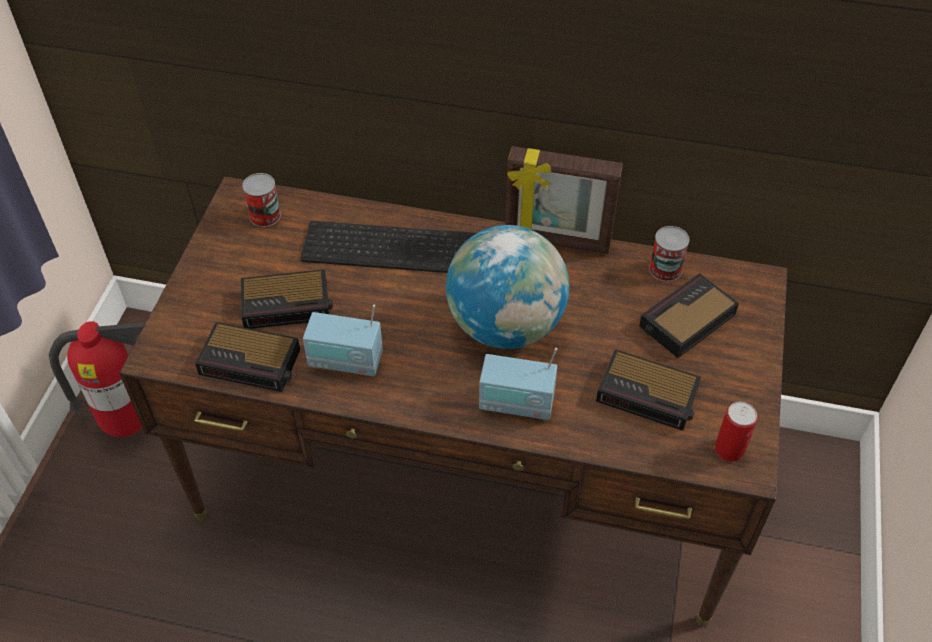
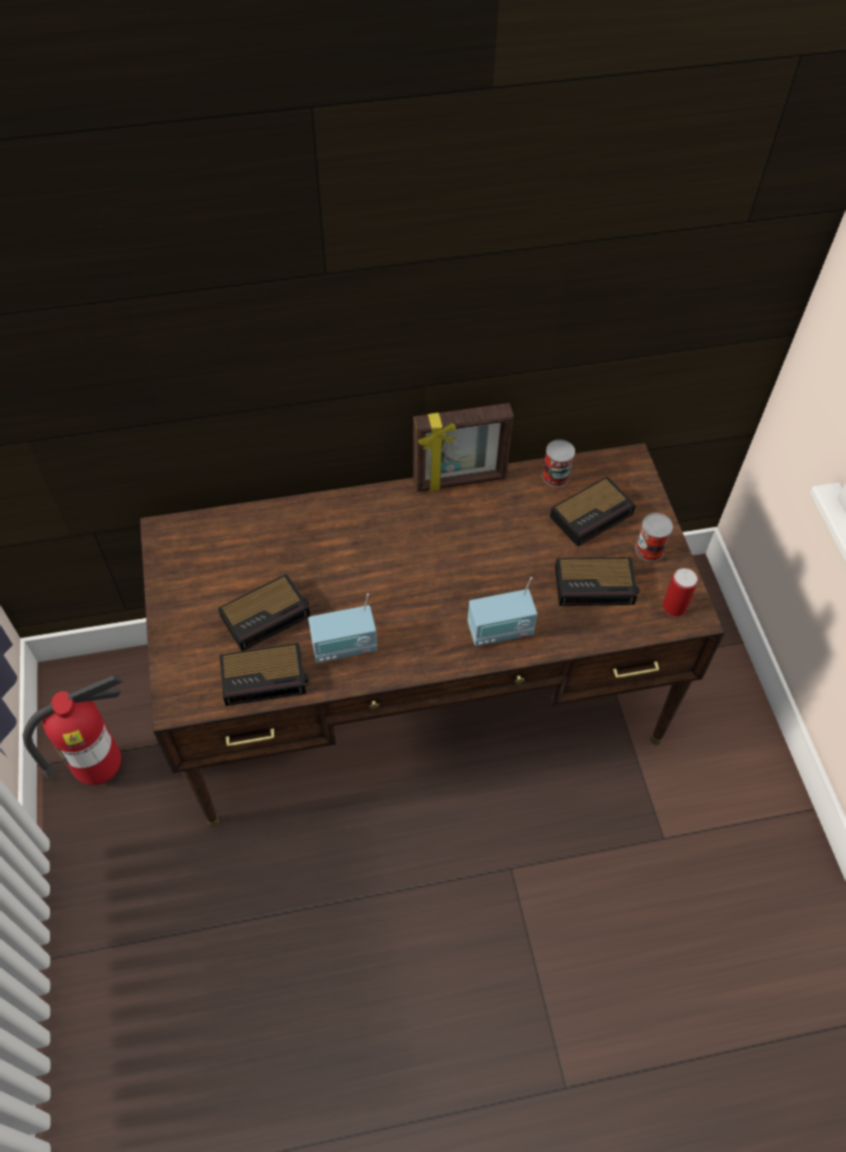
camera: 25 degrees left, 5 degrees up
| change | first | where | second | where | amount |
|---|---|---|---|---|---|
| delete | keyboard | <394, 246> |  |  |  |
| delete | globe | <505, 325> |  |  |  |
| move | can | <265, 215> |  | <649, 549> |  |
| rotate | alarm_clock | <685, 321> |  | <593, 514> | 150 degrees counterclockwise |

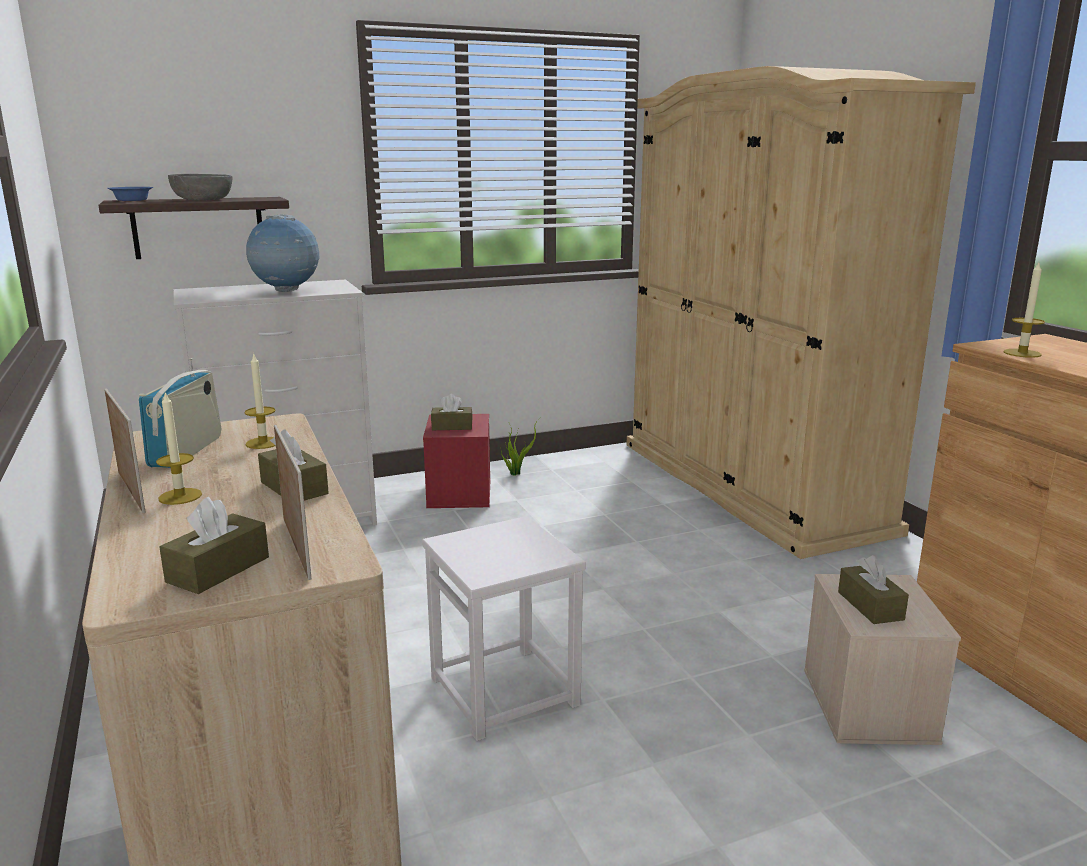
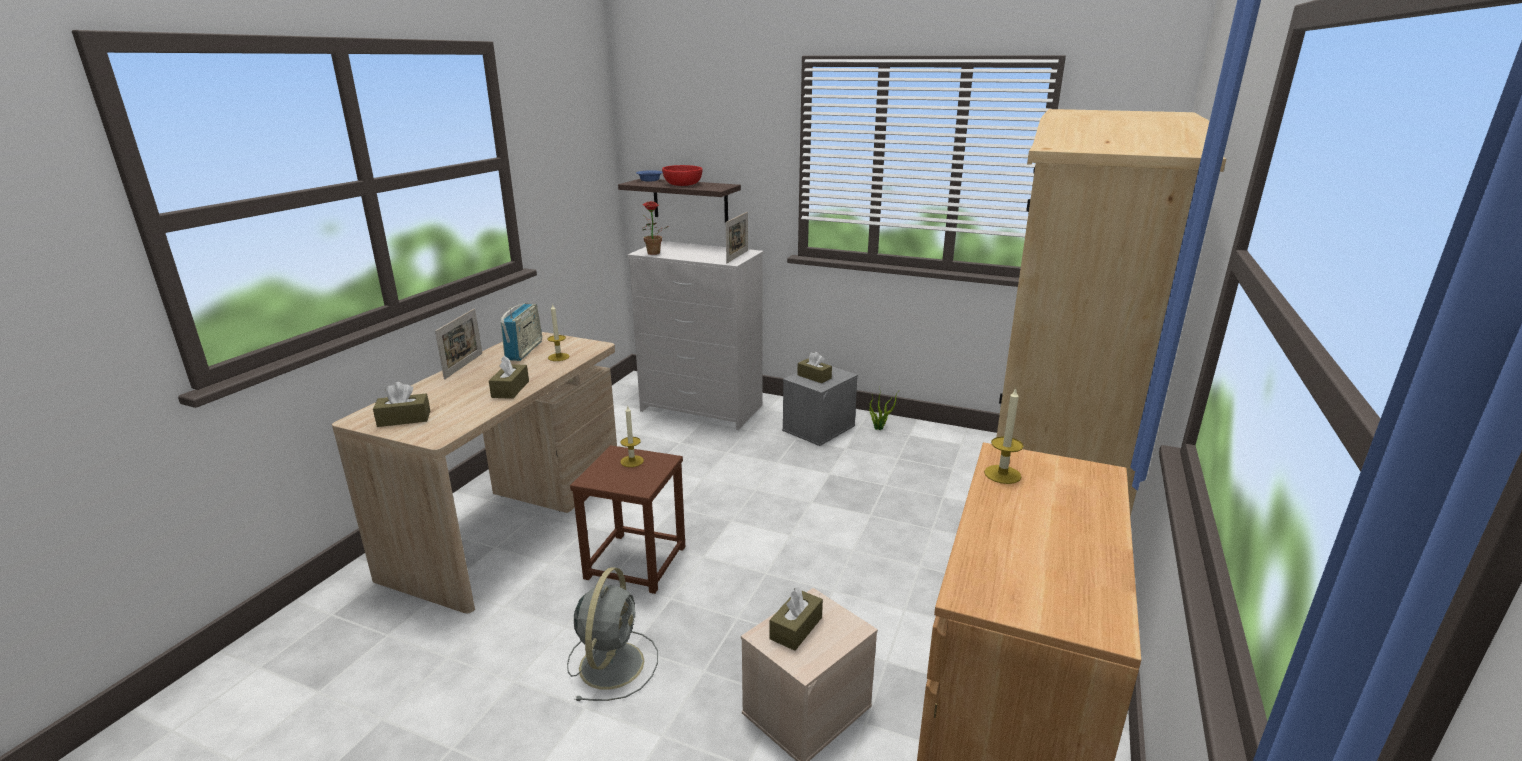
camera: 45 degrees right, 5 degrees up
| change | first | where | second | where | amount |
|---|---|---|---|---|---|
| delete | globe | <286, 291> |  |  |  |
| insert |  |  | grey_fan | <612, 662> |  |
| insert |  |  | potted_plant | <654, 254> |  |
| move | candle | <180, 496> |  | <632, 461> |  |
| move | picture_frame | <296, 547> |  | <737, 256> |  |
| recolor | grey_bowl | <203, 199> | red_bowl | <683, 184> |  |
| recolor | white_stool | <505, 691> | brown_stool | <636, 562> |  |
| recolor | red_storage_box | <458, 492> | grey_storage_box | <818, 427> |  |
| rotate | radio | <186, 451> |  | <524, 350> | 135 degrees clockwise |

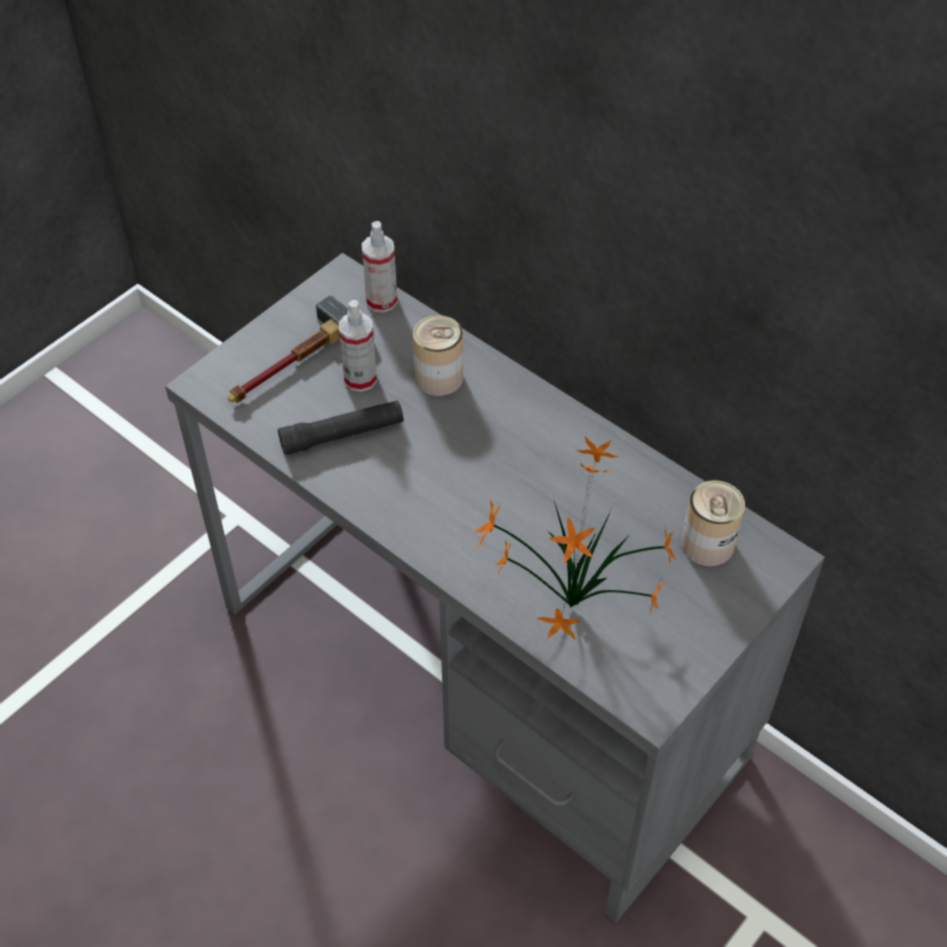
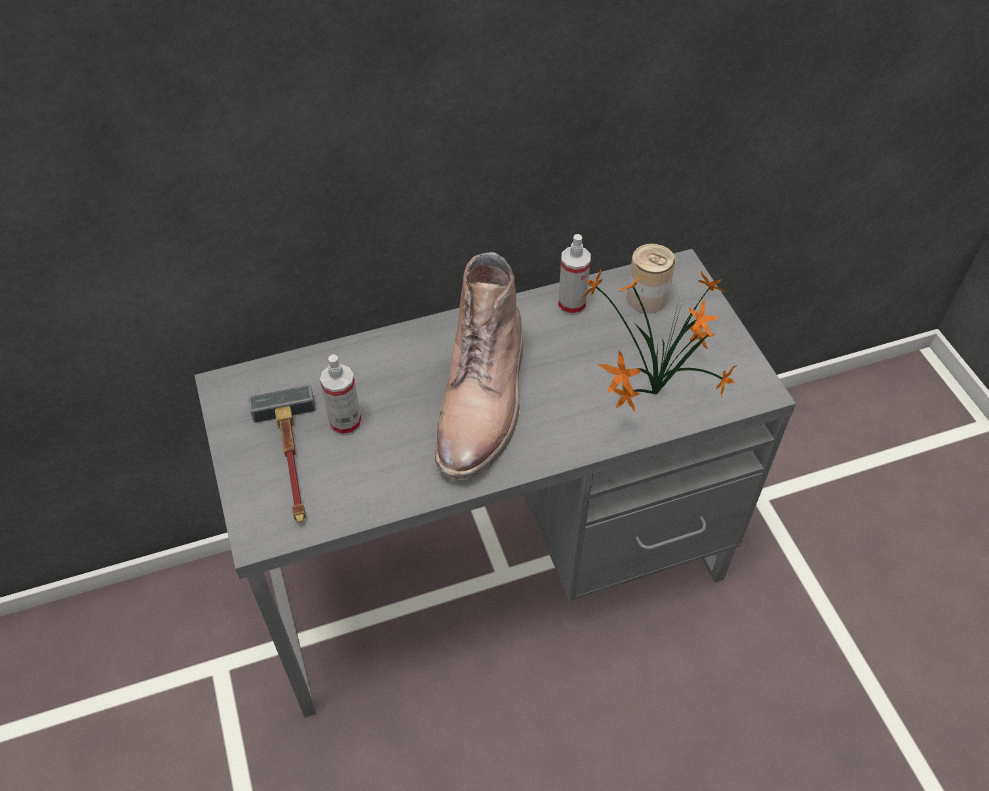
camera: 60 degrees left, 0 degrees up
| change | first | where | second | where | amount |
|---|---|---|---|---|---|
| delete | black_flashlight | <342, 435> |  |  |  |
| delete | can | <439, 377> |  |  |  |
| insert |  |  | brown_boot | <483, 403> |  |
| move | spray_bottle | <381, 301> |  | <571, 304> |  |

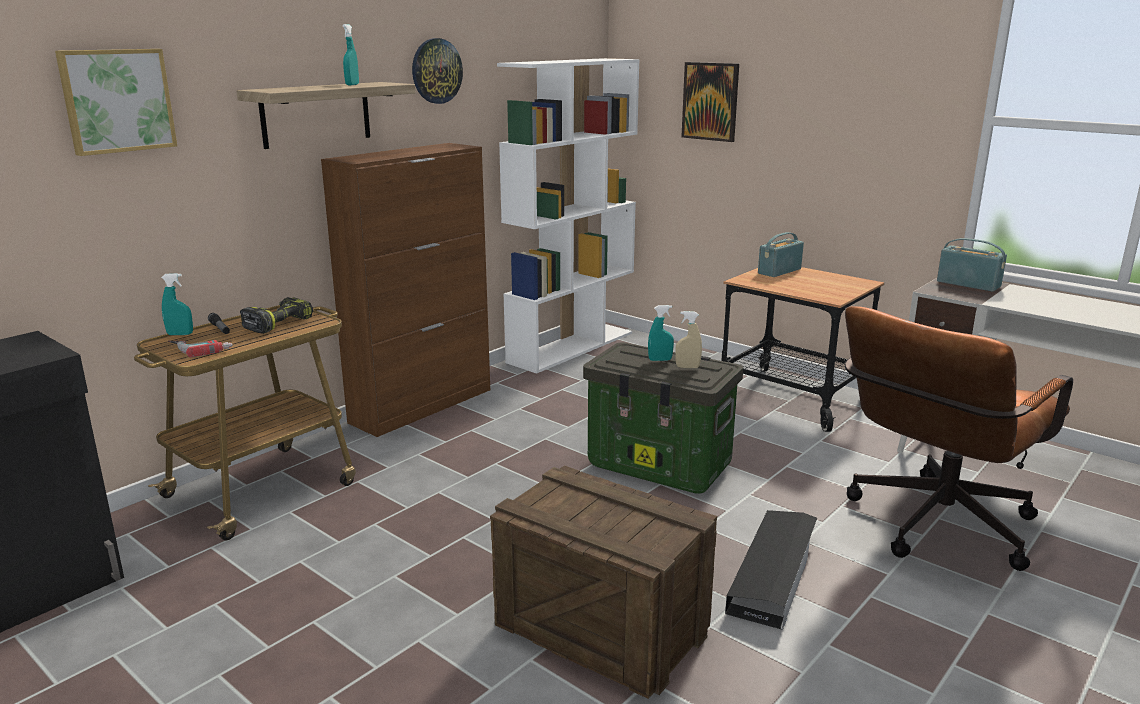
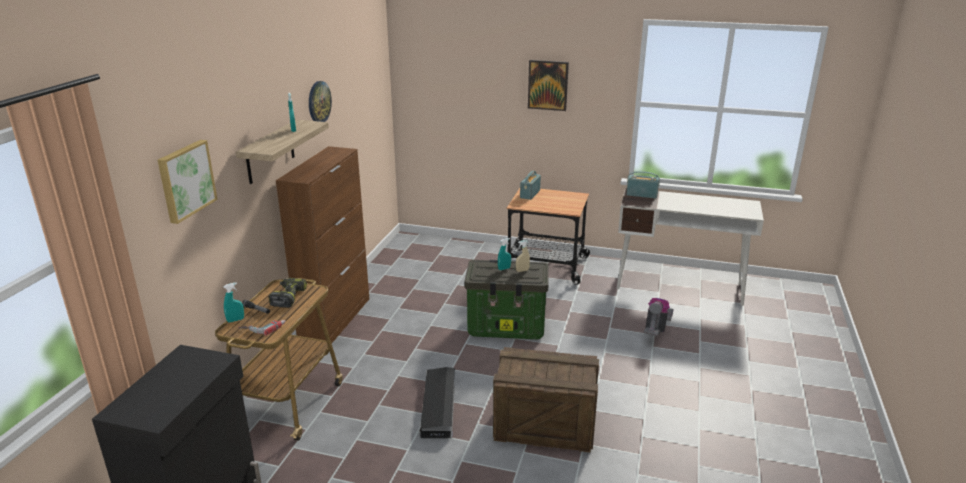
camera: 25 degrees left, 5 degrees up
| change | first | where | second | where | amount |
|---|---|---|---|---|---|
| delete | white_bookcase | <571, 347> |  |  |  |
| move | picture | <710, 101> |  | <548, 85> |  |
| move | black_storage_box | <773, 573> |  | <439, 406> |  |
| replace | brown_office_chair | <932, 528> | vacuum_cleaner | <656, 329> |  |

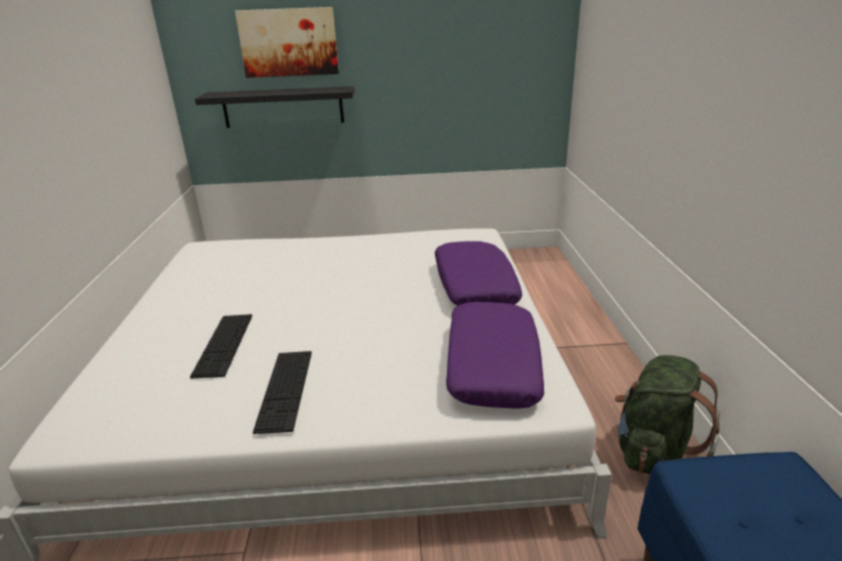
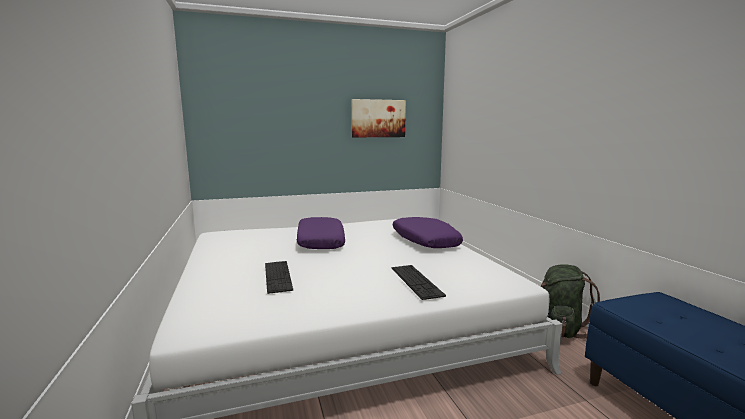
camera: 15 degrees left, 15 degrees down
| change | first | where | second | where | amount |
|---|---|---|---|---|---|
| delete | black_shelf | <283, 107> |  |  |  |
| move | picture | <289, 42> |  | <378, 118> |  |
| move | keyboard | <285, 389> |  | <416, 281> |  |
| move | purple_pillow | <491, 365> |  | <320, 241> |  |

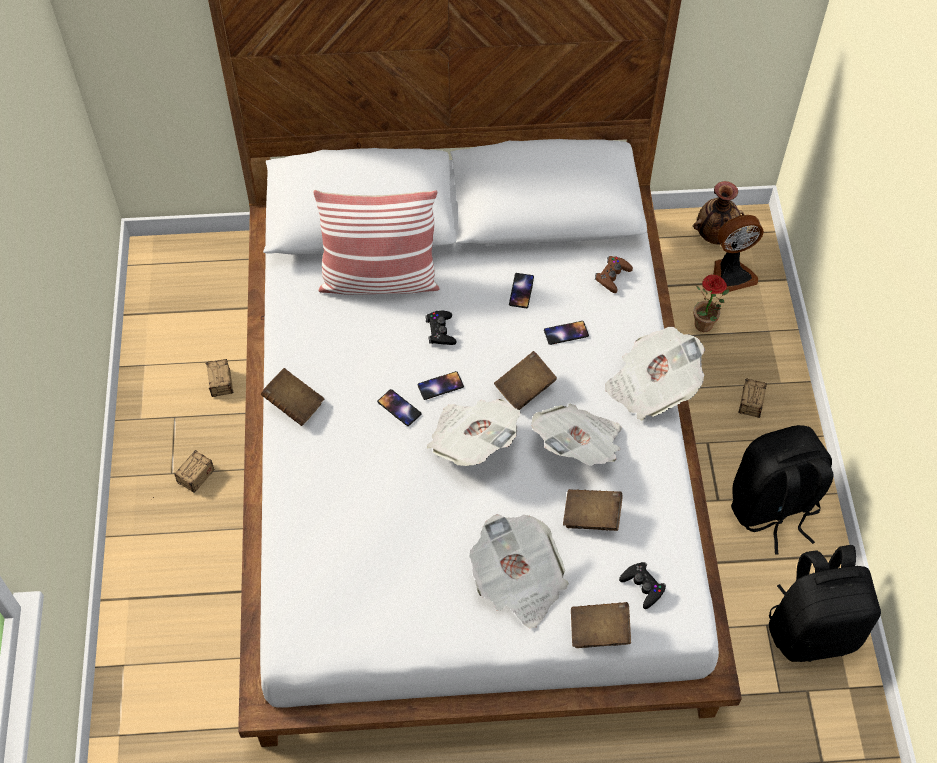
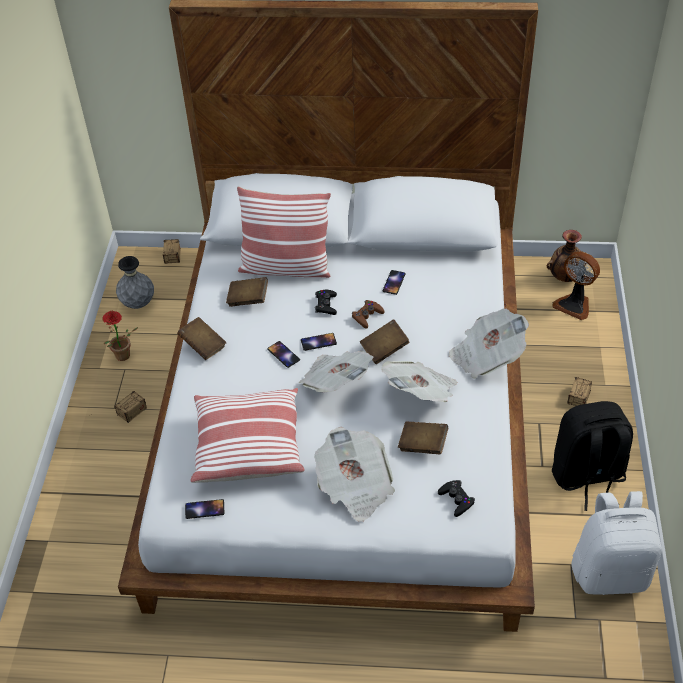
camera: 10 degrees right, 10 degrees down
| change | first | where | second | where | amount |
|---|---|---|---|---|---|
| insert |  |  | grey_vase | <138, 303> |  |
| insert |  |  | pillow | <248, 446> |  |
| move | storage_box | <223, 400> |  | <172, 266> |  |
| move | phone | <566, 333> |  | <204, 509> |  |
| move | brown_book | <599, 631> |  | <248, 299> |  |
| move | brown_game_controller | <612, 276> |  | <367, 316> |  |
| move | potted_plant | <705, 328> |  | <123, 358> |  |
| recolor | black_backpack | <813, 629> | white_backpack | <610, 572> |  |
| rotate | fan | <731, 274> |  | <574, 304> | 45 degrees clockwise |

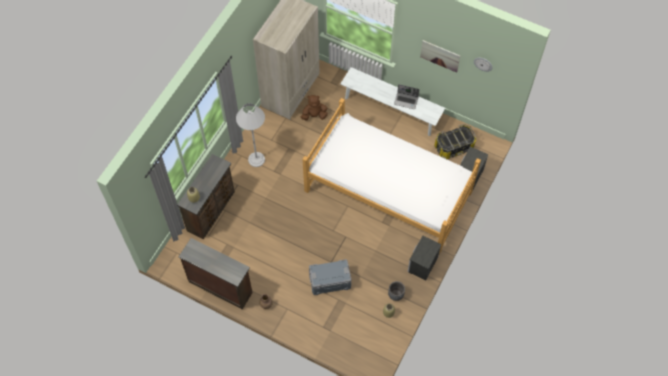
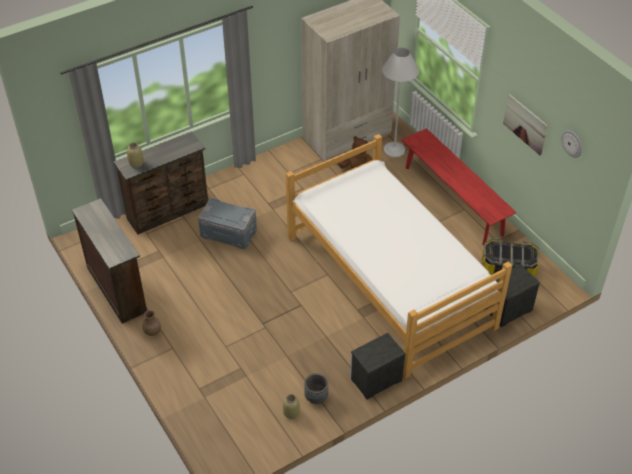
camera: 30 degrees right, 15 degrees down
| change | first | where | second | where | amount |
|---|---|---|---|---|---|
| delete | laptop | <406, 101> |  |  |  |
| move | white_floor_lamp | <256, 159> |  | <394, 150> |  |
| move | grey_storage_box | <330, 281> |  | <228, 233> |  |
| recolor | white_bench | <391, 110> | red_bench | <453, 200> |  |

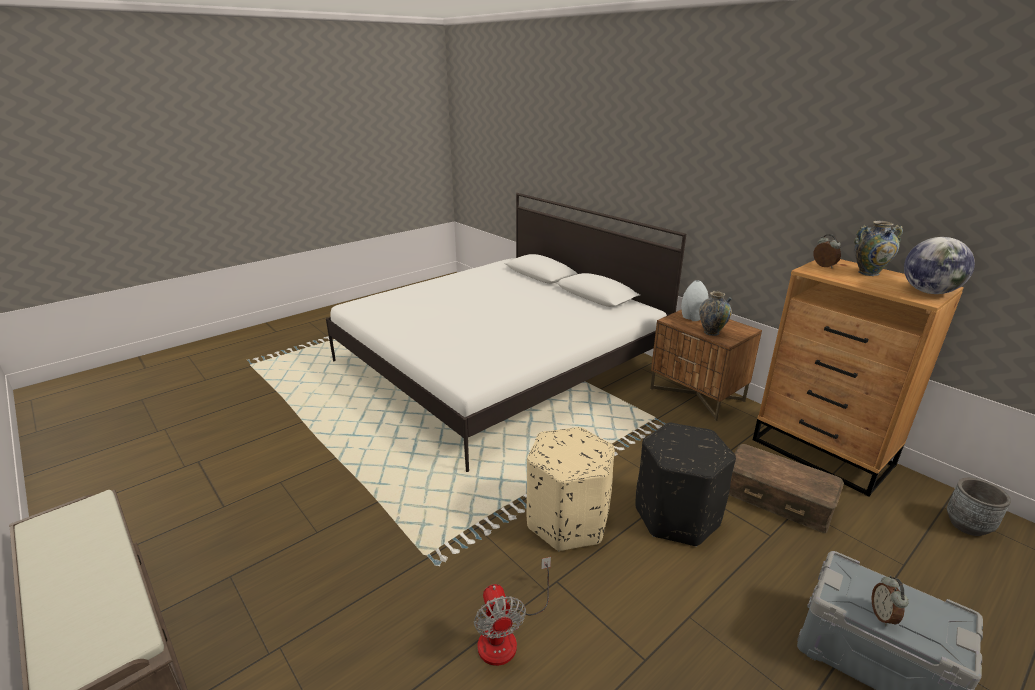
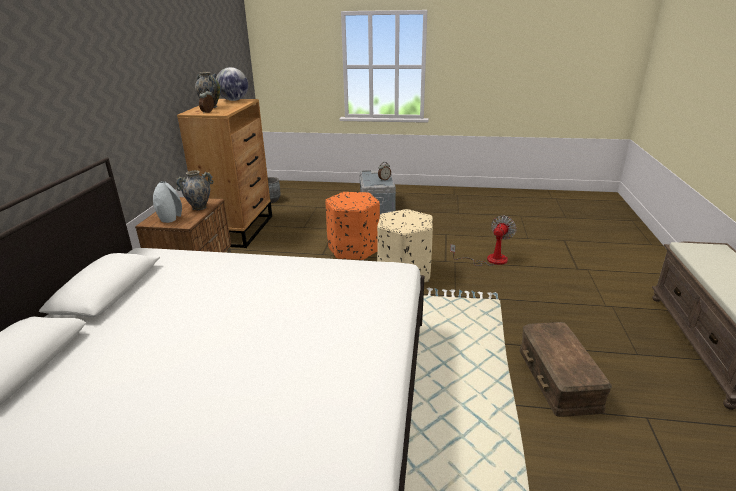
camera: 130 degrees left, 0 degrees up
| change | first | where | second | where | amount |
|---|---|---|---|---|---|
| move | brown_storage_box | <777, 497> |  | <557, 378> |  |
| recolor | black_ottoman | <677, 516> | orange_ottoman | <354, 249> |  |

